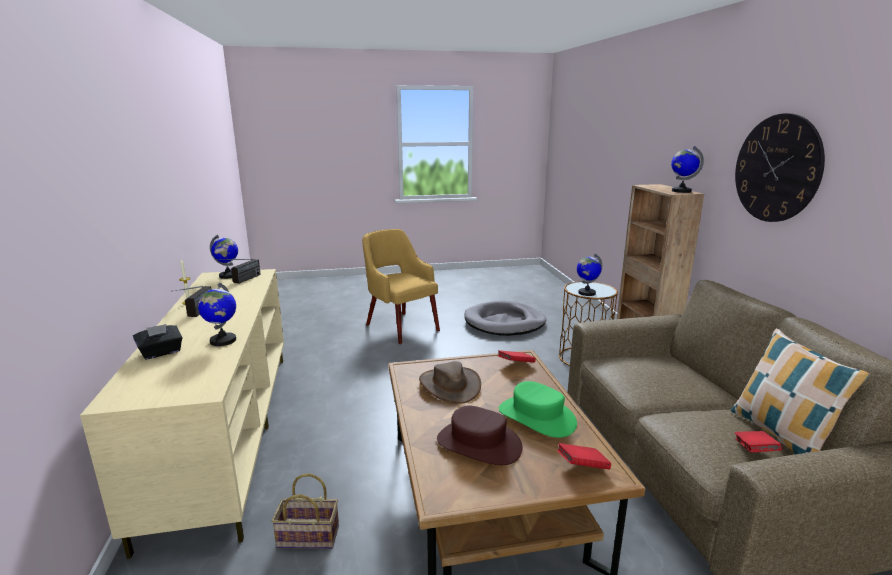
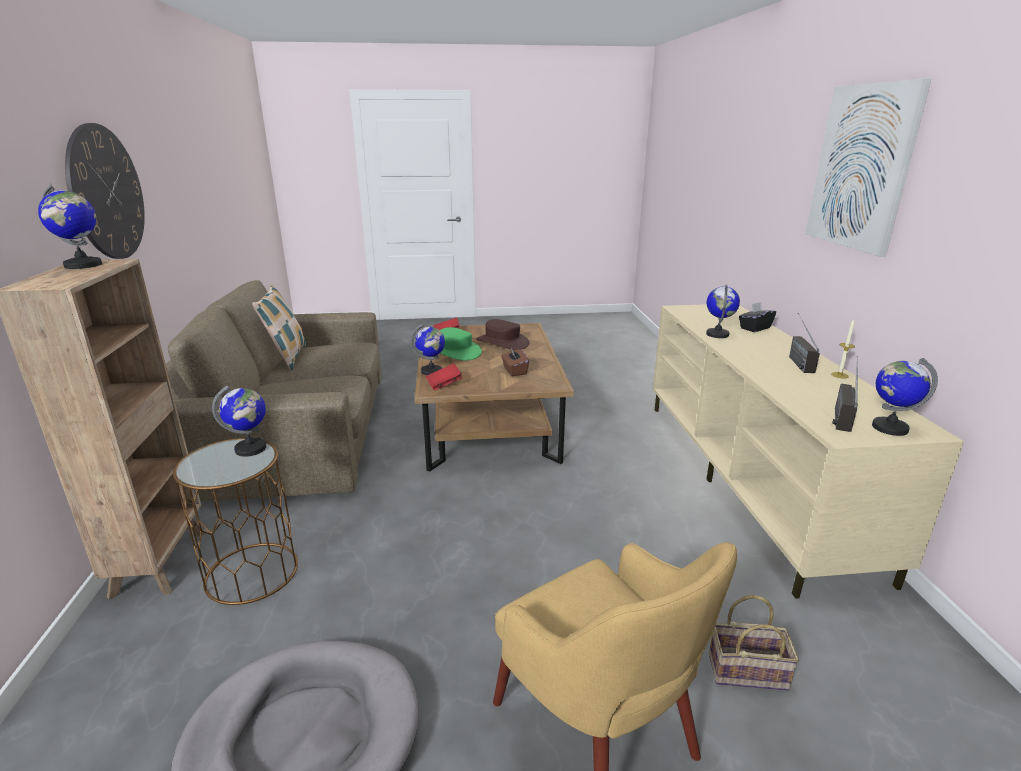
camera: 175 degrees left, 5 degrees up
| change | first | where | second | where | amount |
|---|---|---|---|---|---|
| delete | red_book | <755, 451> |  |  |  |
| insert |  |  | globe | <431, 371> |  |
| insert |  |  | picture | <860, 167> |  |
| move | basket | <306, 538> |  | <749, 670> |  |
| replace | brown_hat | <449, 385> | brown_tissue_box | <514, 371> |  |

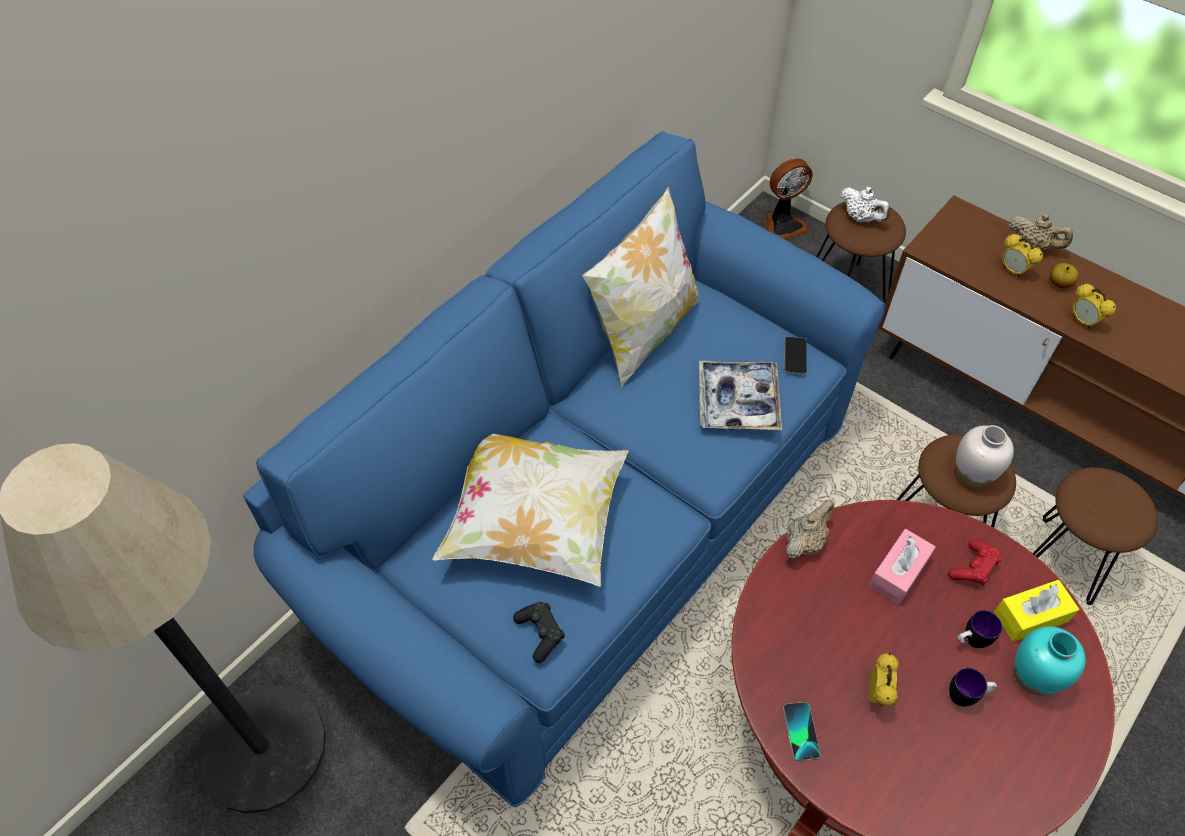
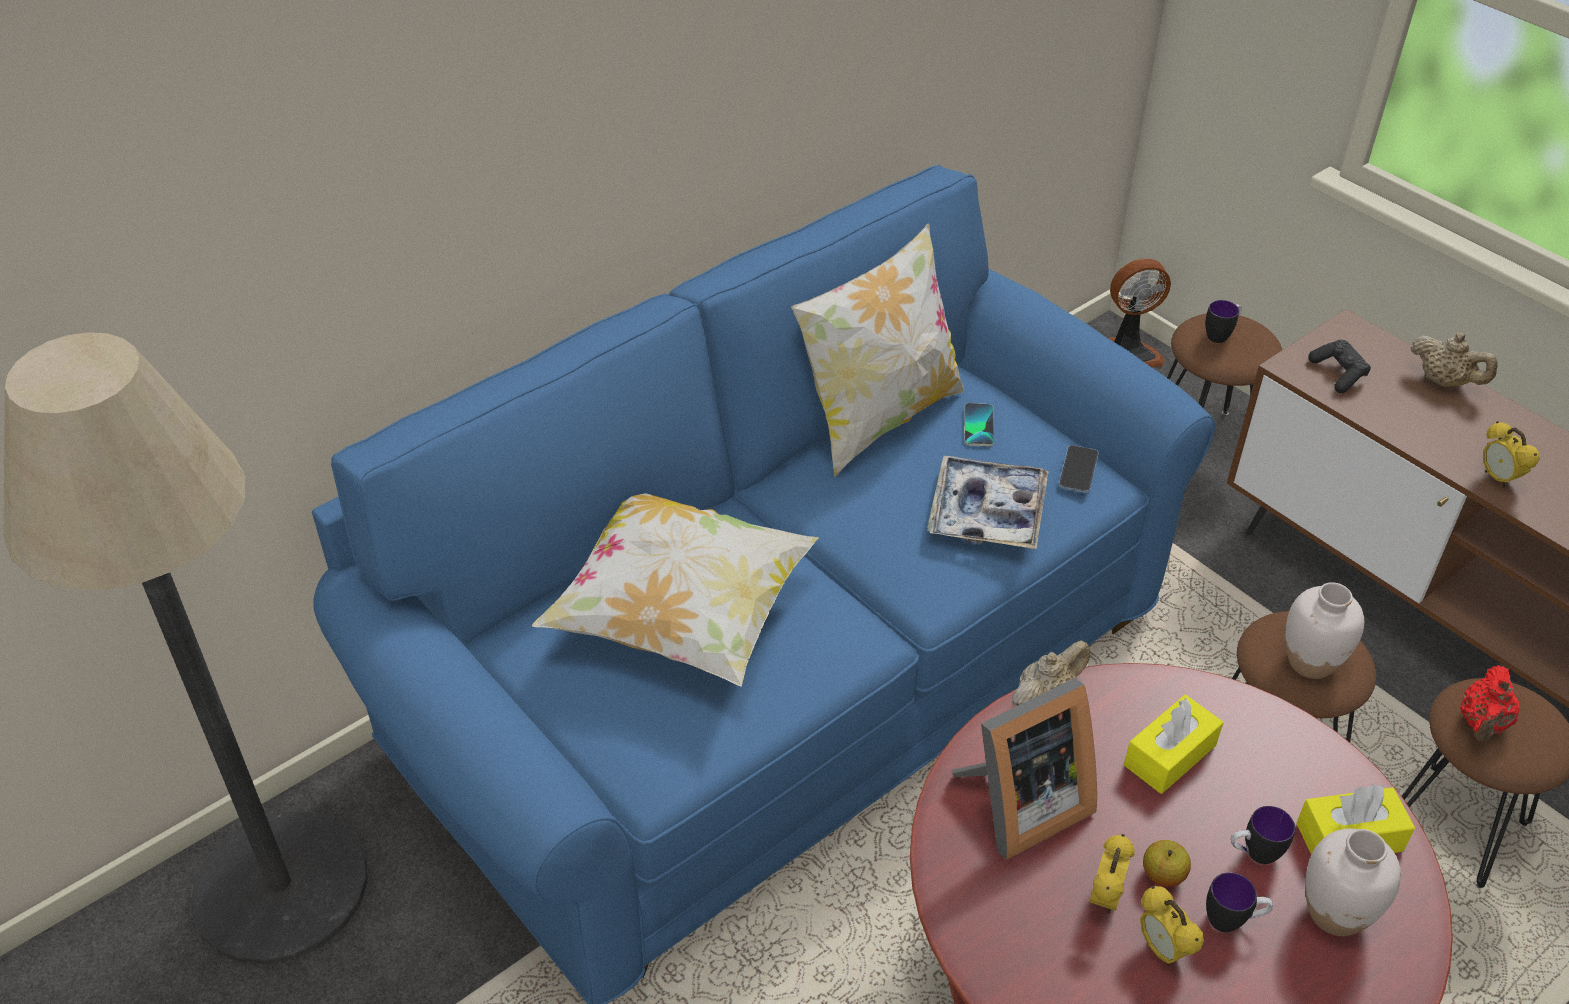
camera: 10 degrees right, 10 degrees down
| change | first | where | second | where | amount |
|---|---|---|---|---|---|
| delete | red_game_controller | <973, 568> |  |  |  |
| insert |  |  | picture_frame | <1019, 806> |  |
| insert |  |  | red_teapot | <1482, 724> |  |
| move | black_game_controller | <540, 633> |  | <1338, 374> |  |
| move | phone | <801, 731> |  | <978, 426> |  |
| move | alarm_clock | <1013, 271> |  | <1162, 950> |  |
| move | apple | <1059, 284> |  | <1163, 875> |  |
| replace | white_teapot | <861, 218> | mug | <1221, 335> |  |
| recolor | pink_tissue_box | <898, 572> | yellow_tissue_box | <1170, 755> |  |
| recolor | turquoise_vase | <1033, 677> | white_vase | <1335, 913> |  |

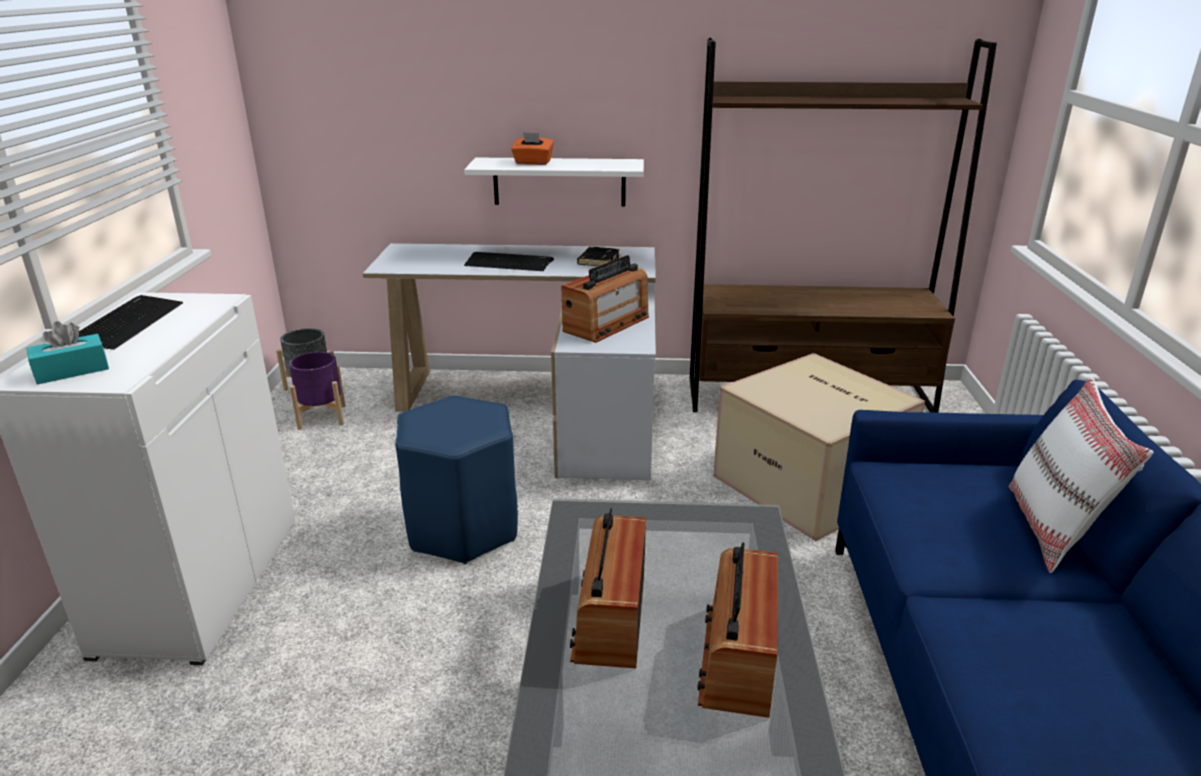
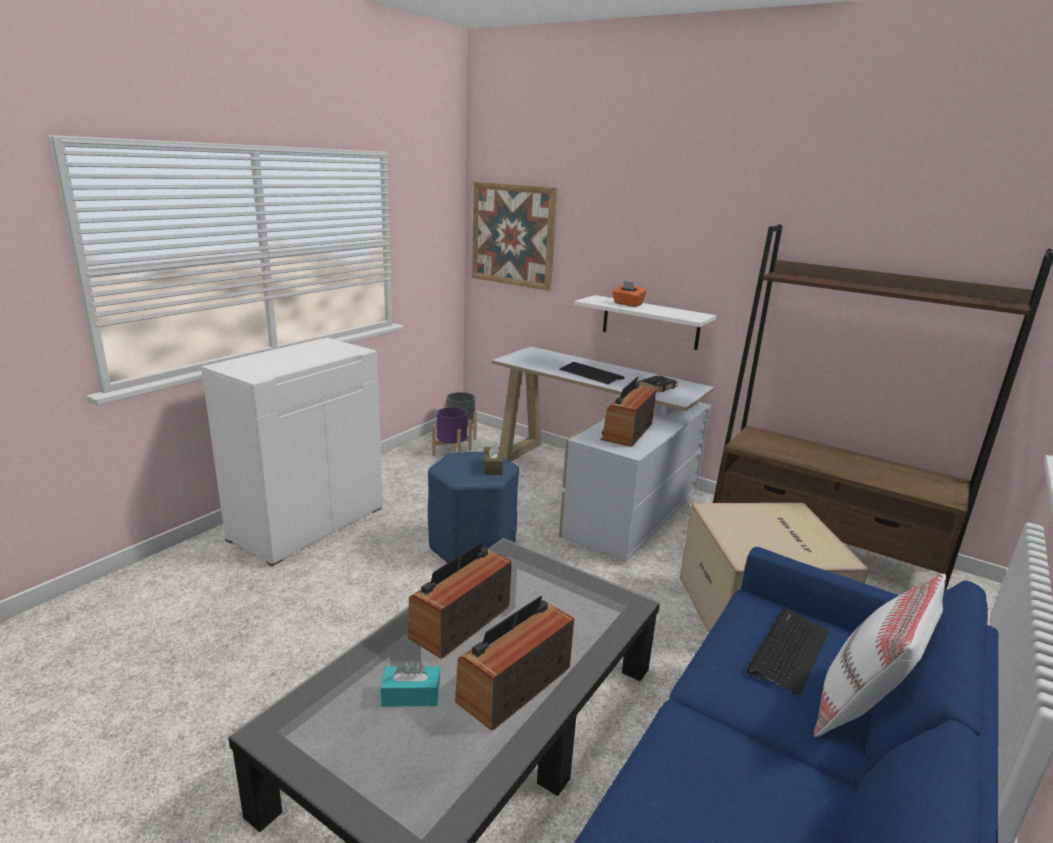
camera: 30 degrees right, 5 degrees down
| change | first | where | second | where | amount |
|---|---|---|---|---|---|
| insert |  |  | picture | <513, 235> |  |
| insert |  |  | brown_tissue_box | <492, 467> |  |
| move | turquoise_tissue_box | <72, 371> |  | <410, 695> |  |
| move | keyboard | <125, 324> |  | <788, 651> |  |
| rotate | radio | <606, 324> |  | <627, 432> | 135 degrees clockwise |

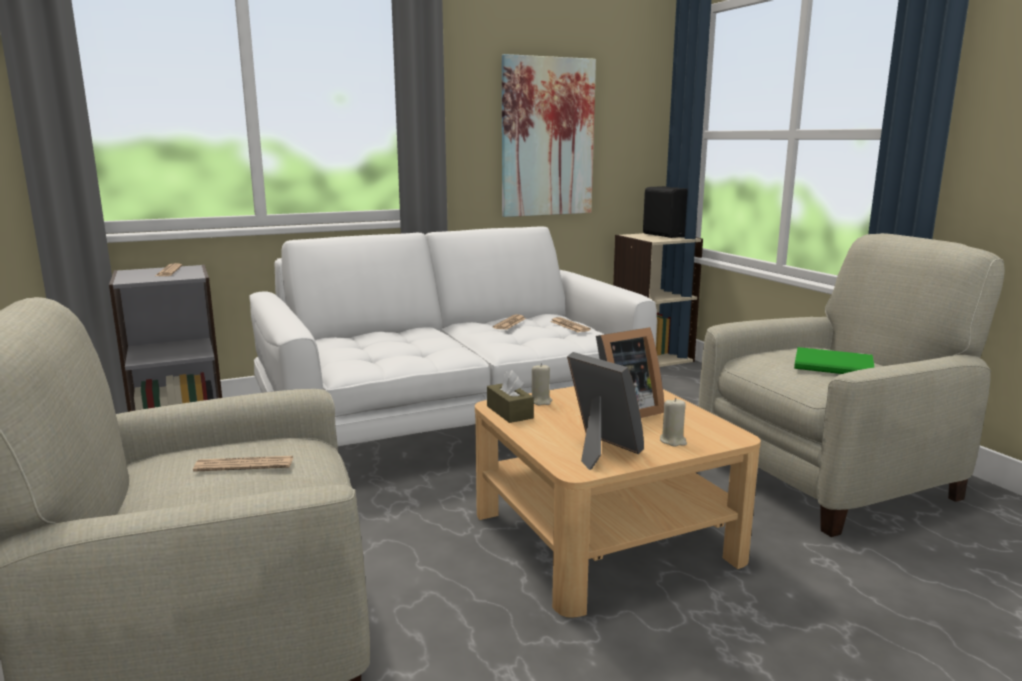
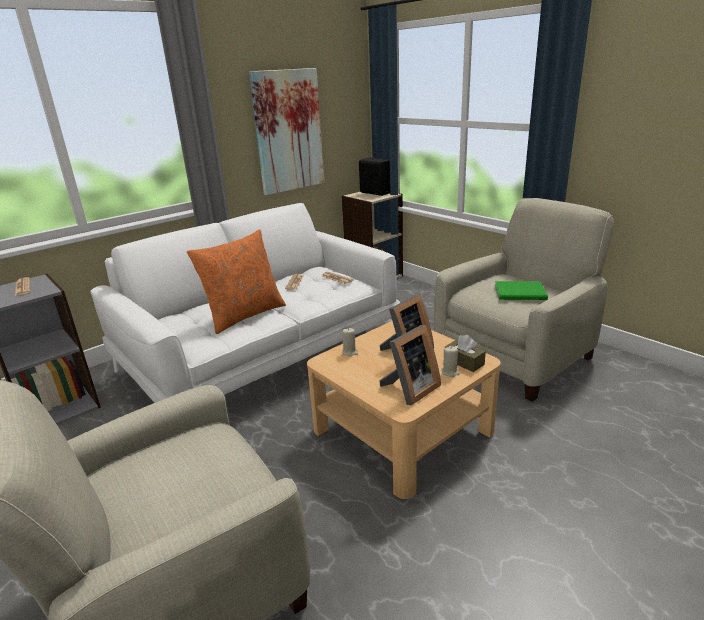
camera: 15 degrees left, 10 degrees up
| change | first | where | second | where | amount |
|---|---|---|---|---|---|
| delete | newspaper | <244, 465> |  |  |  |
| insert |  |  | orange_pillow | <244, 315> |  |
| move | brown_tissue_box | <509, 412> |  | <464, 362> |  |
| rotate | picture_frame | <600, 450> |  | <410, 390> | 105 degrees clockwise |

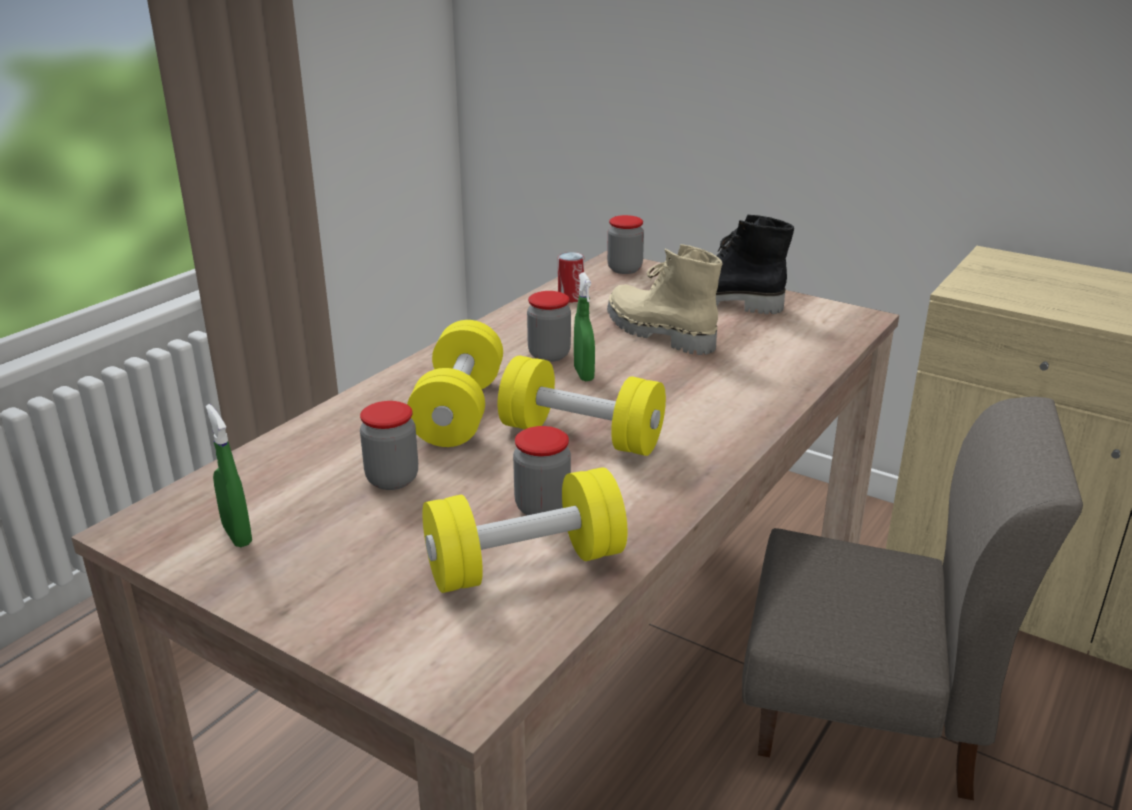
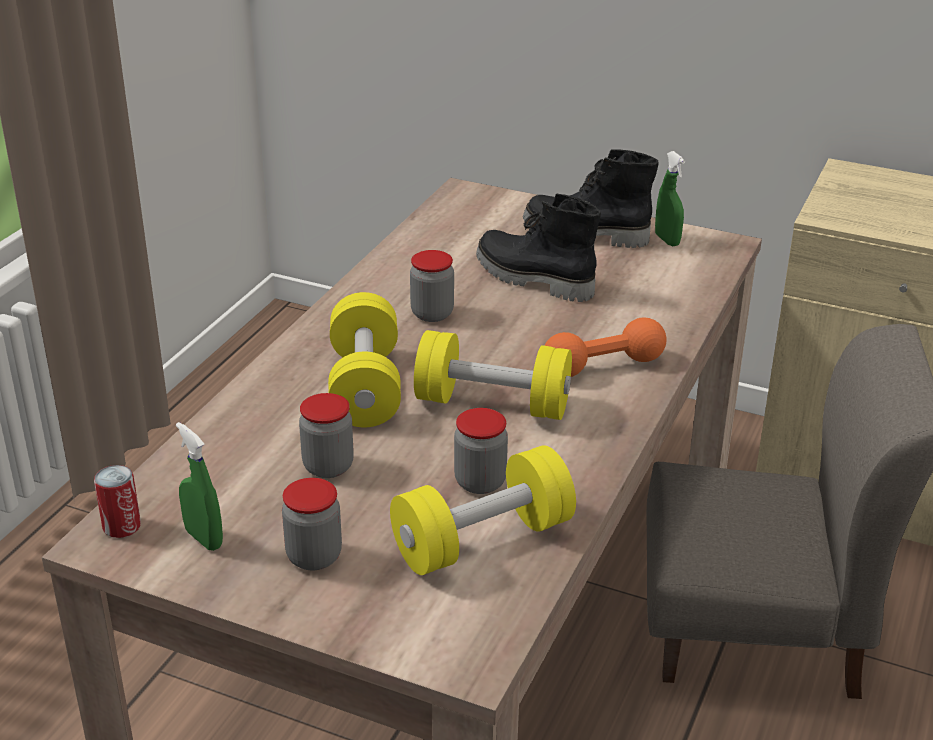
camera: 10 degrees left, 5 degrees up
| change | first | where | second | where | amount |
|---|---|---|---|---|---|
| insert |  |  | orange_dumbbell | <603, 366> |  |
| move | can | <570, 298> |  | <121, 526> |  |
| move | green_spray_bottle | <583, 374> |  | <667, 240> |  |
| move | jar | <624, 269> |  | <314, 556> |  |
| recolor | beige_boot | <657, 333> | black_boot | <532, 279> |  |

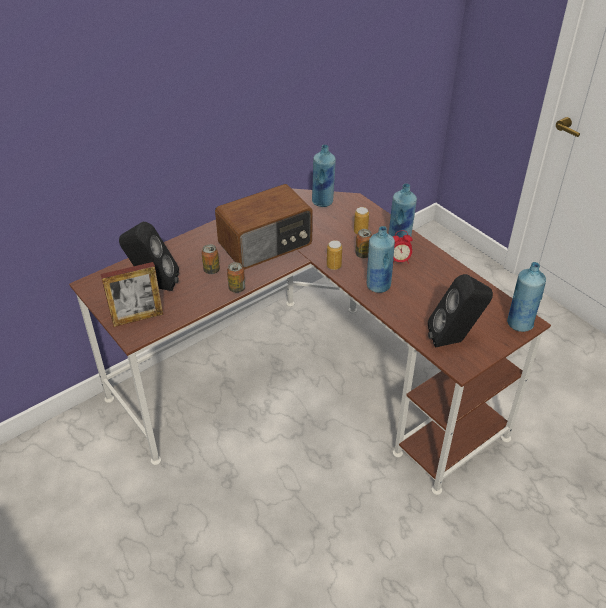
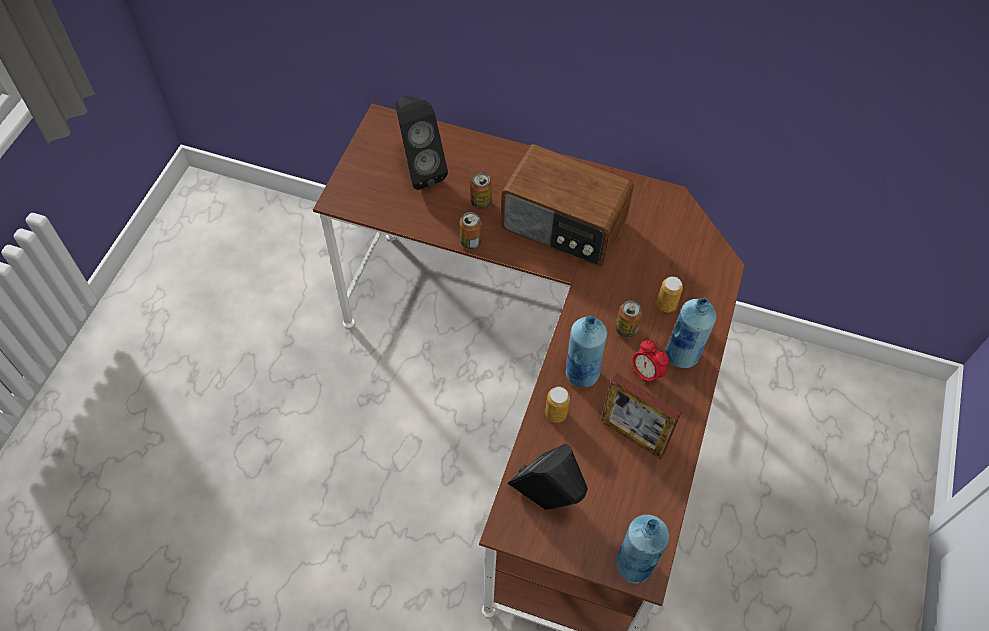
camera: 55 degrees right, 15 degrees up
| change | first | where | second | where | amount |
|---|---|---|---|---|---|
| delete | blue_bottle | <323, 202> |  |  |  |
| move | picture_frame | <138, 318> |  | <632, 436> |  |
| move | can | <334, 266> |  | <556, 413> |  |

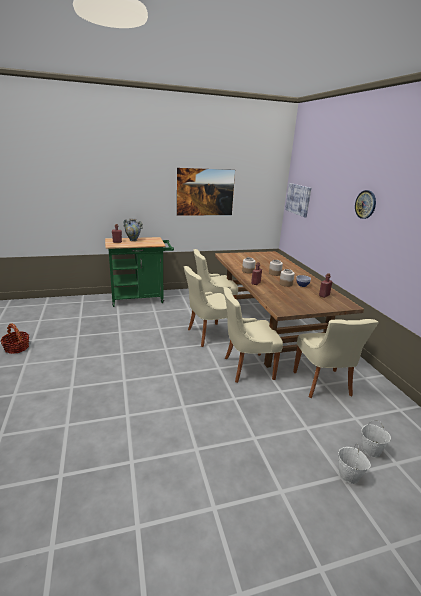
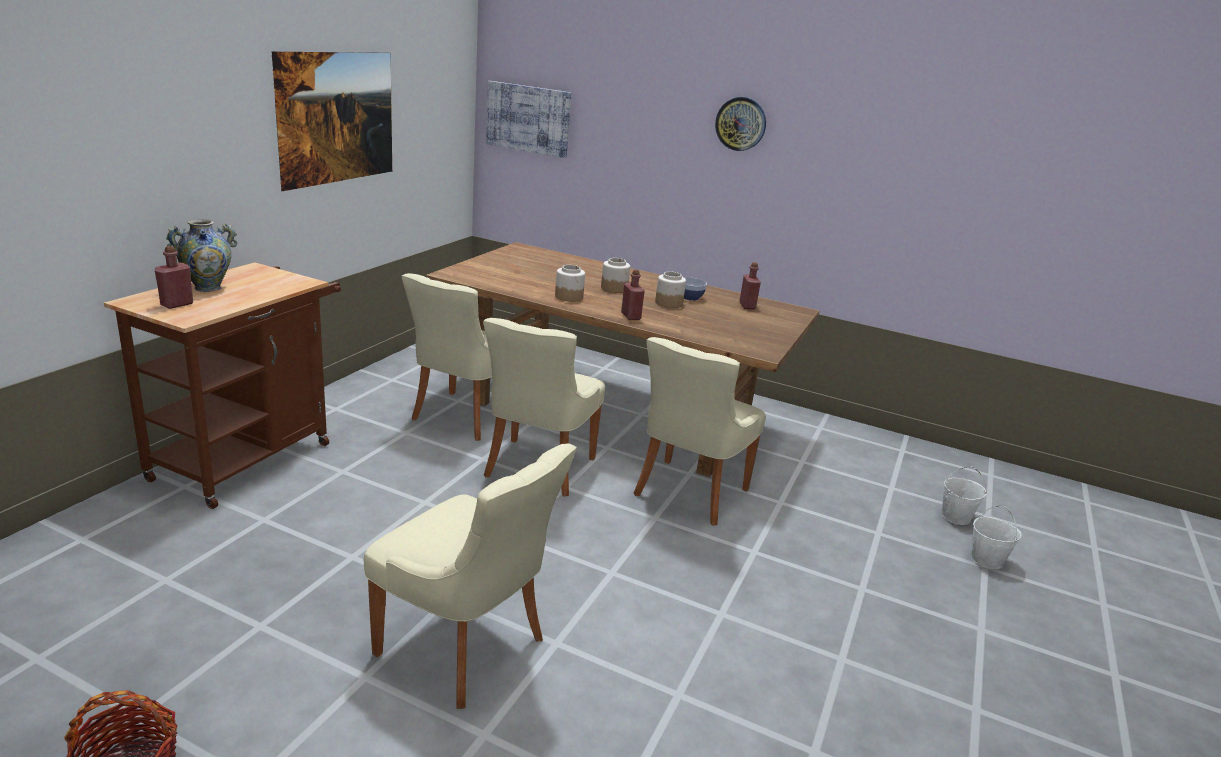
camera: 50 degrees left, 0 degrees up
| change | first | where | second | where | amount |
|---|---|---|---|---|---|
| move | beige_chair | <323, 385> |  | <466, 648> |  |
| recolor | green_cart | <141, 298> | brown_cart | <250, 456> |  |

